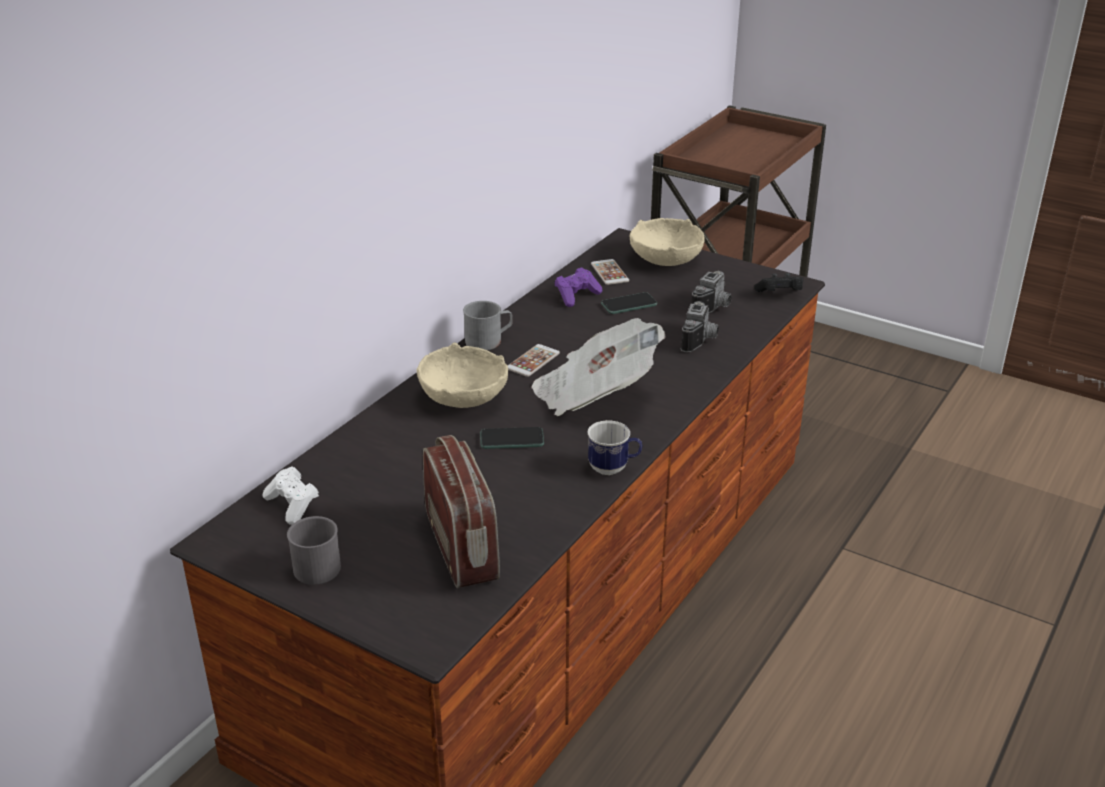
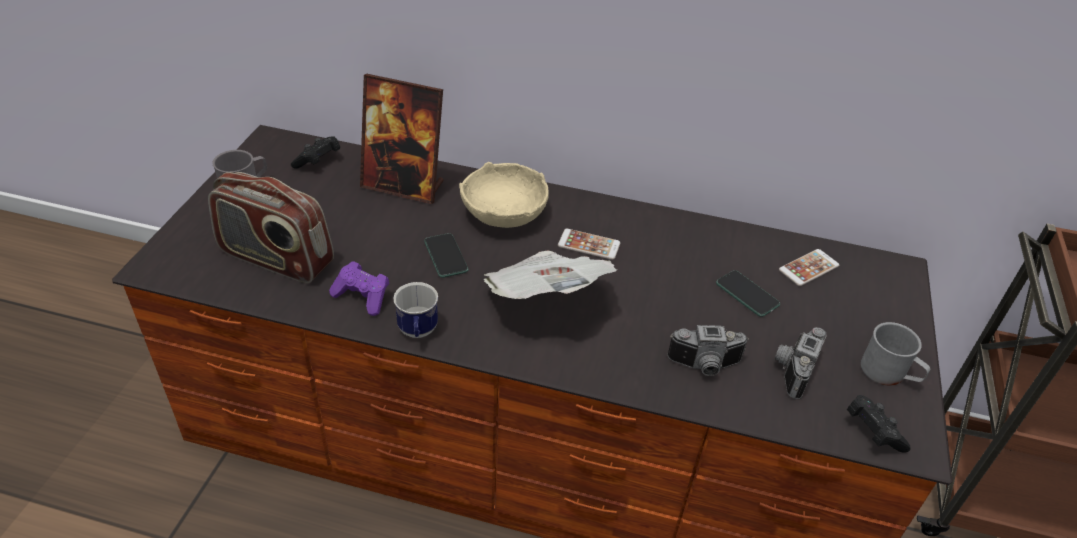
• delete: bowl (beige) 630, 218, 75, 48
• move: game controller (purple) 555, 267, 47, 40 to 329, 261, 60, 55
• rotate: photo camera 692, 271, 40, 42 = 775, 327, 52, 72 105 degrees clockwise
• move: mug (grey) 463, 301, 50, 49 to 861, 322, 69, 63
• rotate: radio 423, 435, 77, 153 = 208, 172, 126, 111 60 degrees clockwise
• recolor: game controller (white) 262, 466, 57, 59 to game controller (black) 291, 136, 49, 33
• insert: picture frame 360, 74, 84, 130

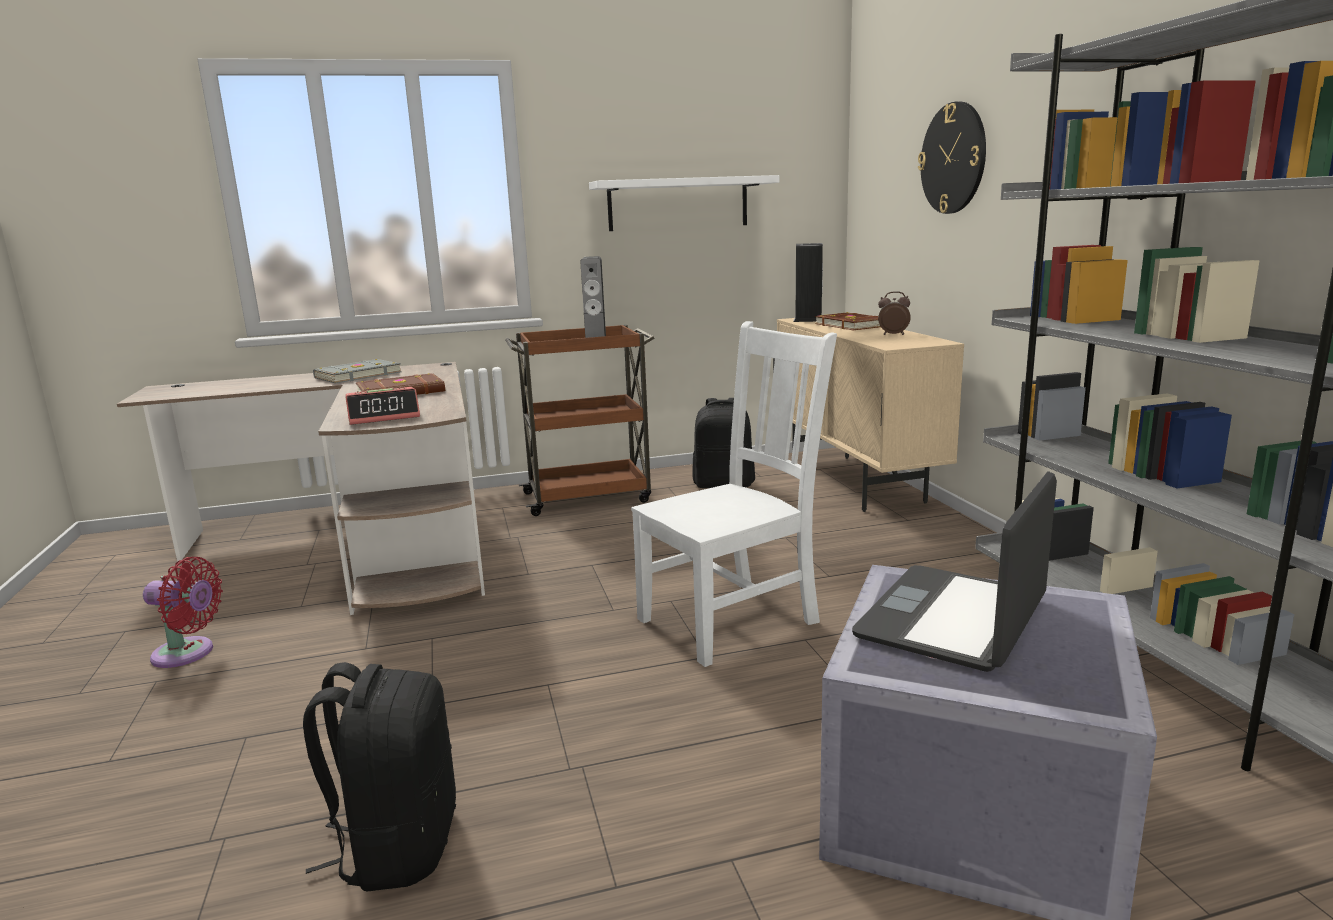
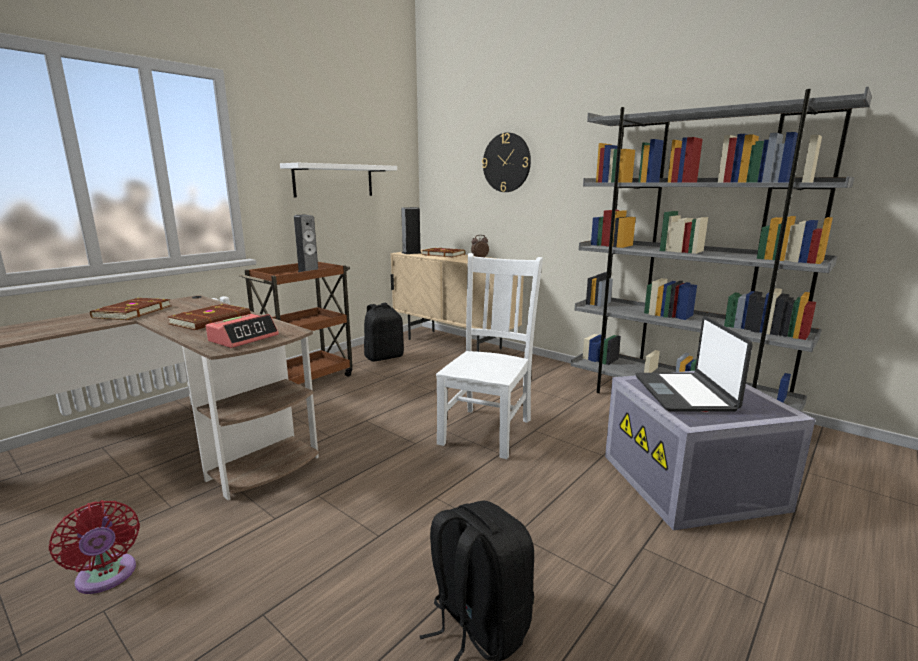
• recolor: book (grey) 313, 359, 89, 25 to book (brown) 90, 298, 81, 22
• rotate: fan (red) 143, 557, 80, 111 = 49, 500, 91, 94 75 degrees clockwise

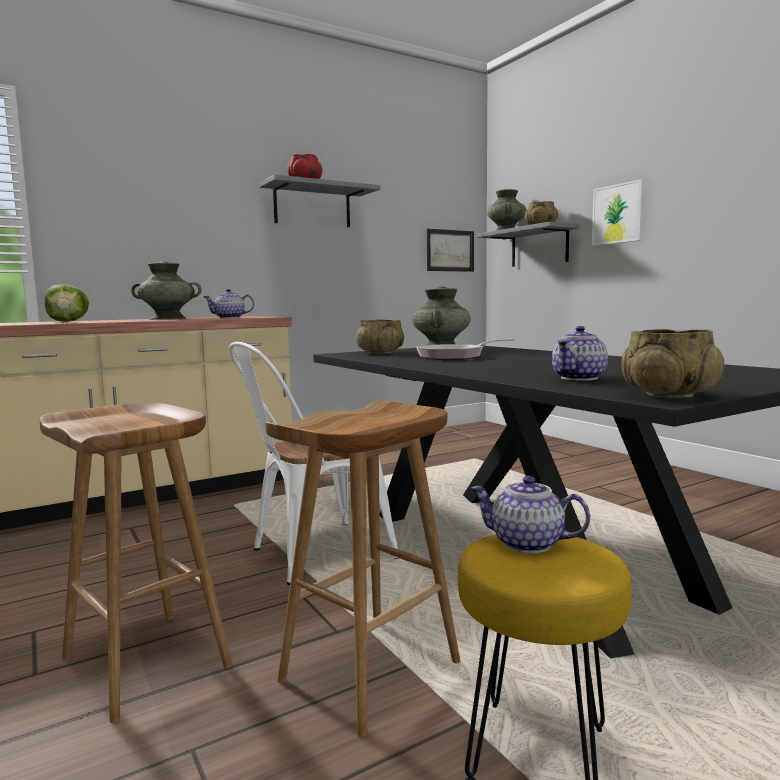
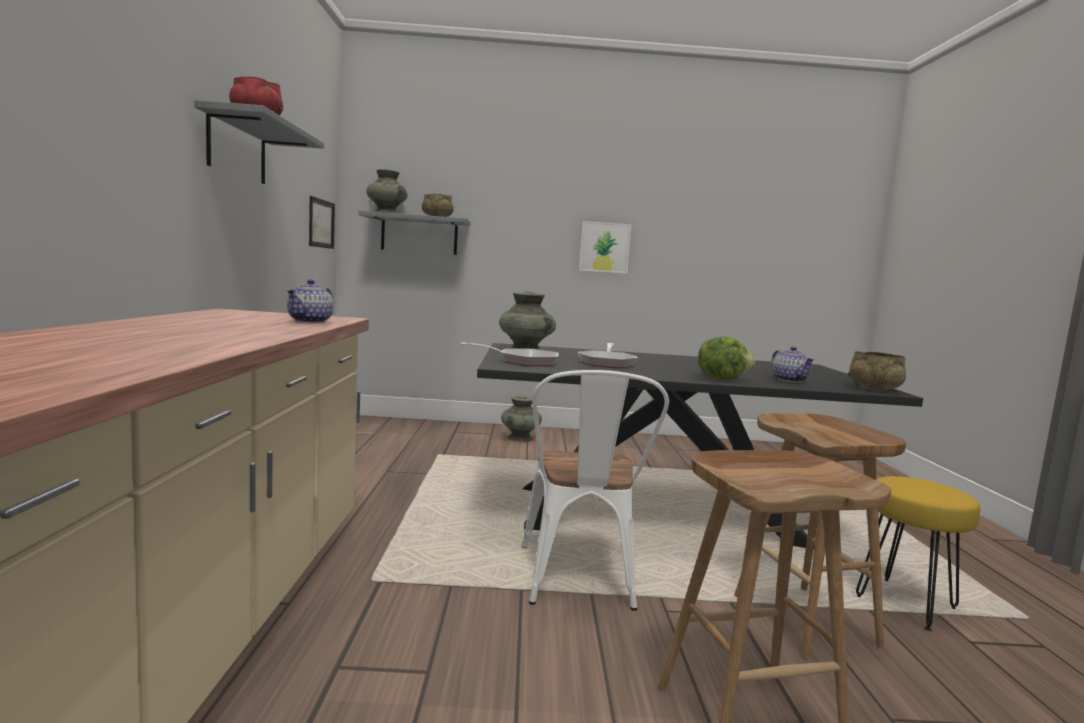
• move: picture 592, 179, 52, 67 to 579, 221, 53, 53
• move: vase (turquoise) 131, 261, 70, 58 to 501, 396, 41, 46
• move: lettuce 44, 284, 45, 38 to 698, 337, 57, 42
• replace: bowl (beige) 356, 319, 48, 35 to frying pan 461, 342, 98, 24
• delete: teapot 470, 476, 120, 77

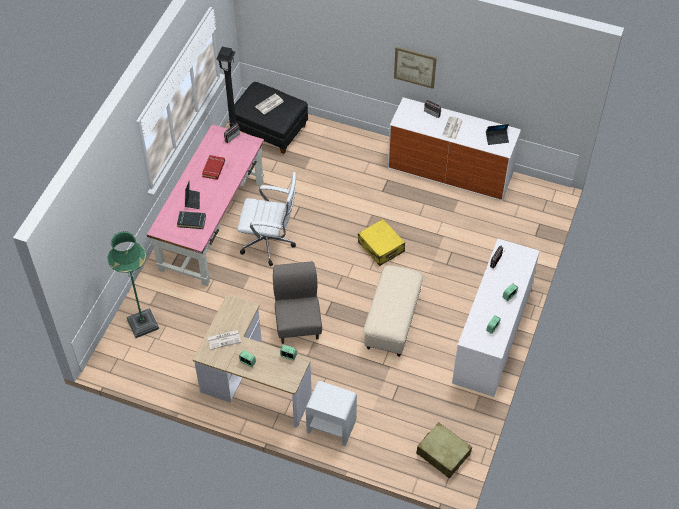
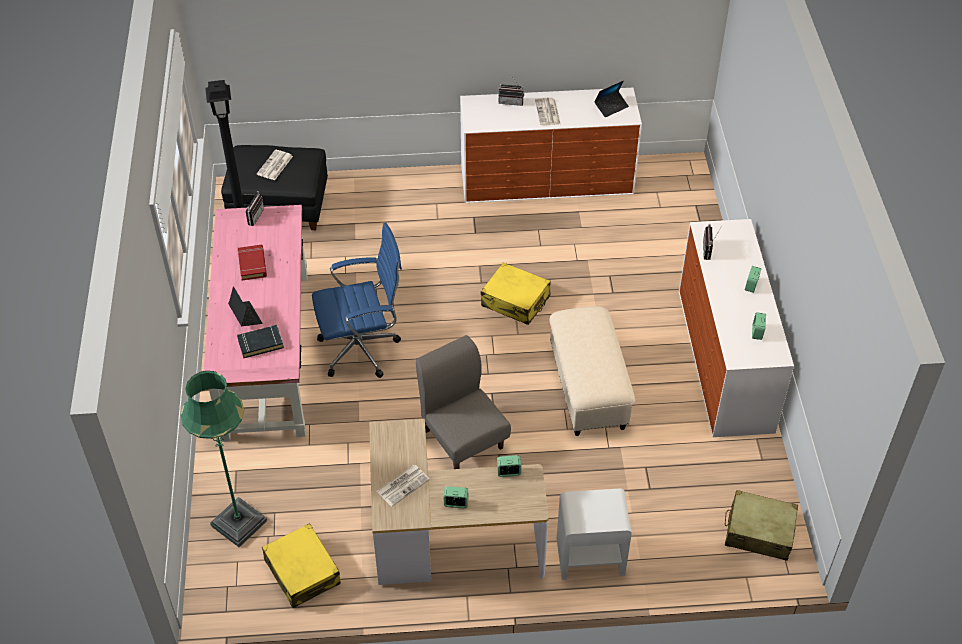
• delete: picture 394, 47, 43, 42
• recolor: office chair (white) 237, 172, 59, 94 to office chair (blue) 312, 222, 90, 156
• insert: suitcase (yellow) 262, 523, 79, 85

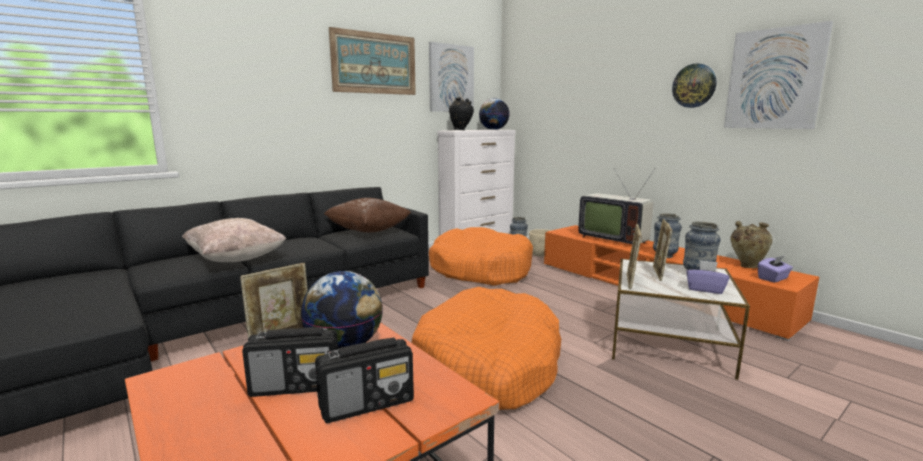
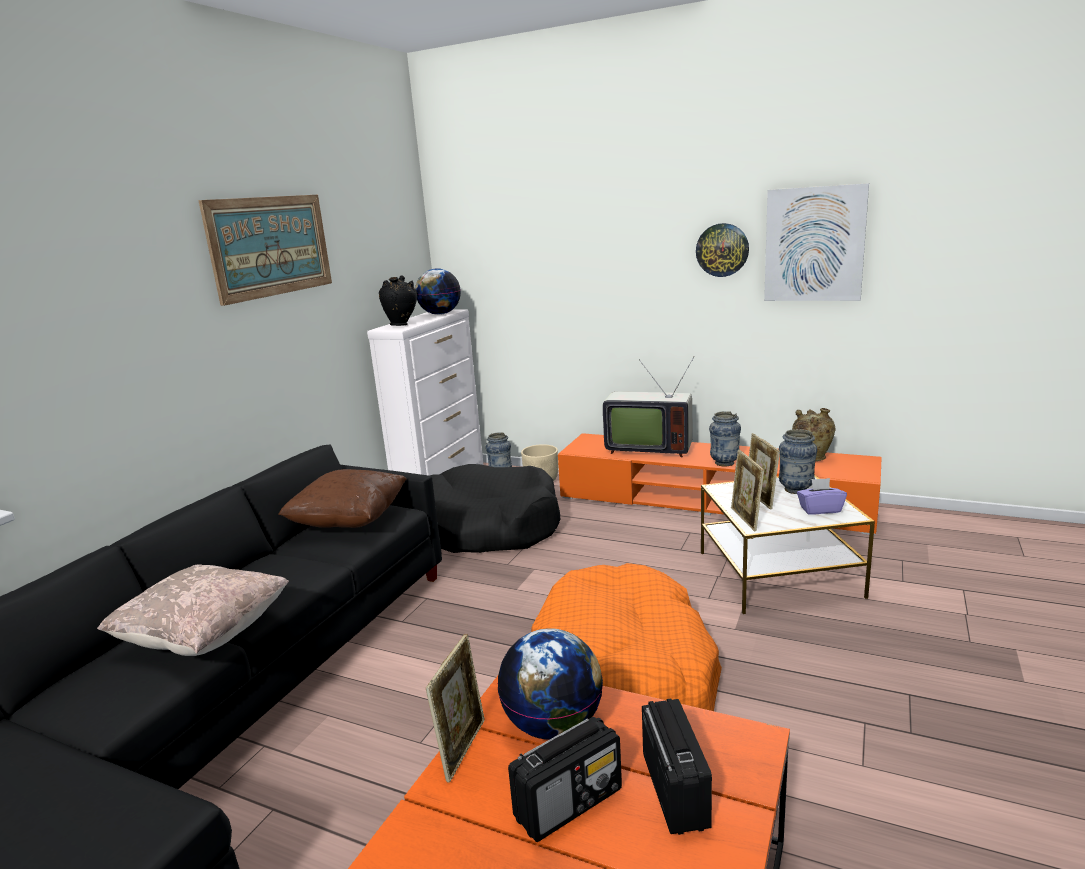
• delete: picture 429, 42, 45, 70
• recolor: dog bed (orange) 429, 227, 104, 59 to dog bed (black) 430, 464, 130, 89
• delete: tissue box (purple) 758, 255, 35, 28
• rotate: radio 315, 338, 99, 85 = 642, 699, 70, 136 45 degrees counterclockwise

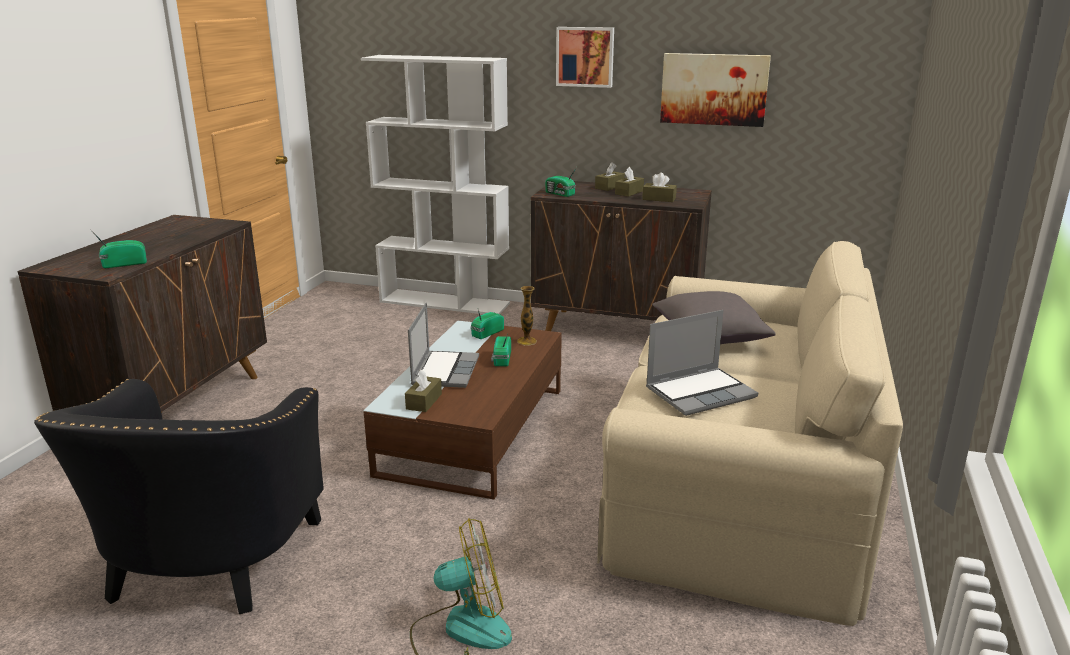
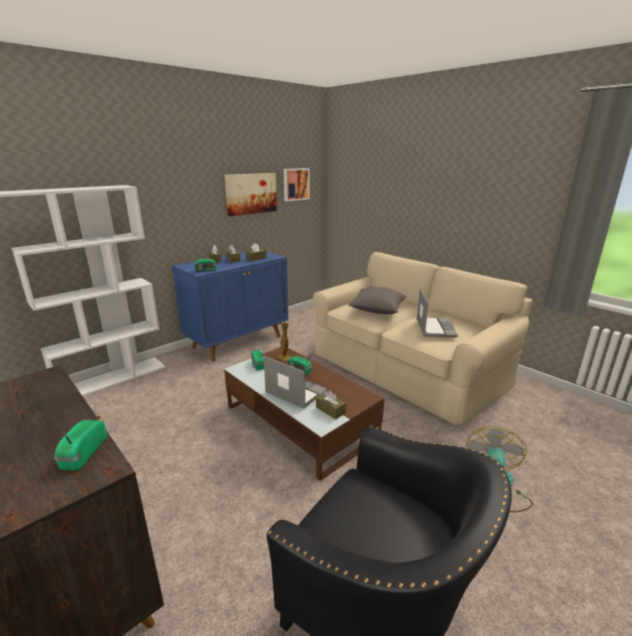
• move: picture 556, 27, 58, 61 to 284, 168, 26, 33
• recolor: cabinet (brown) 531, 181, 181, 150 to cabinet (blue) 172, 252, 116, 110

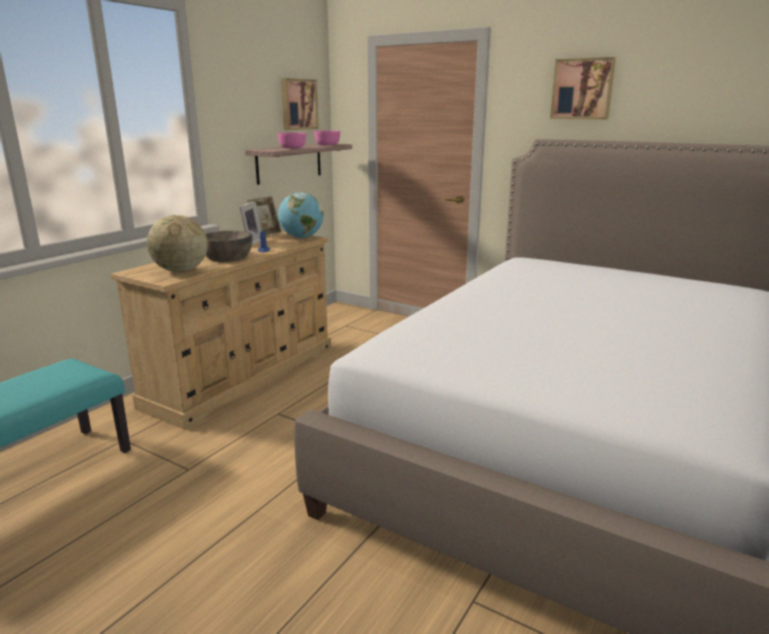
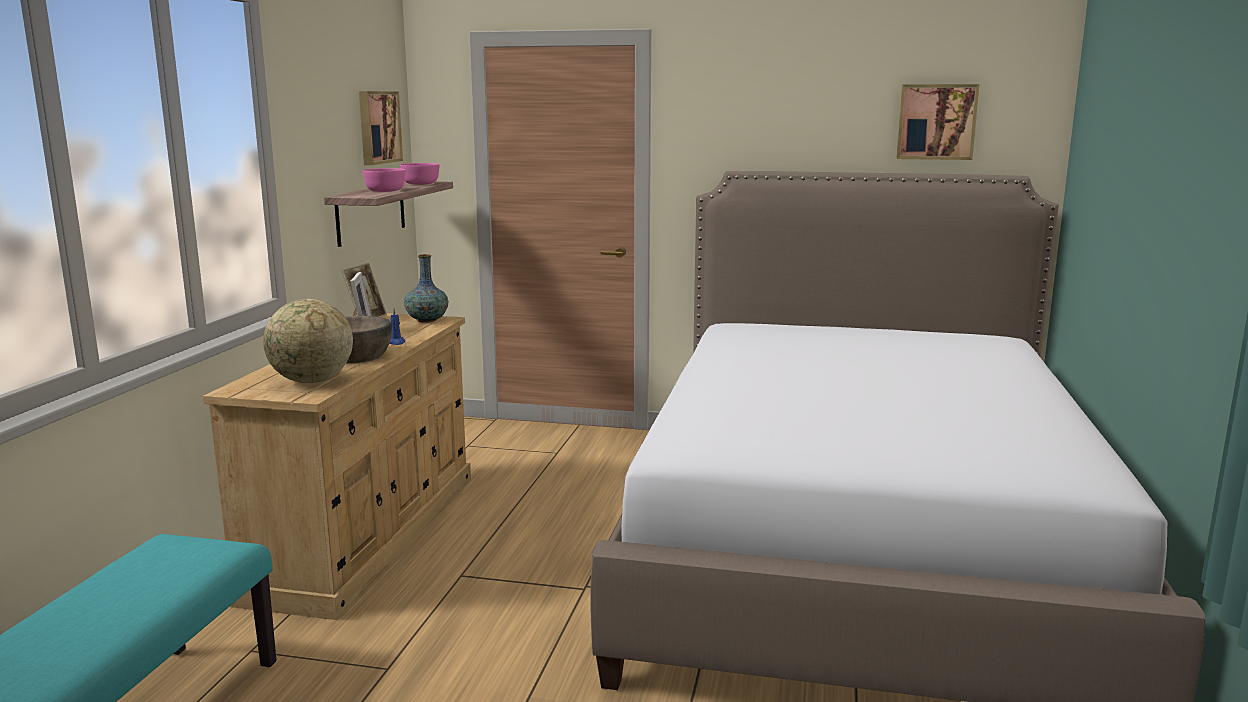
• move: picture 550, 57, 66, 63 to 896, 84, 83, 76
• replace: globe 278, 192, 45, 46 to vase 404, 254, 44, 69

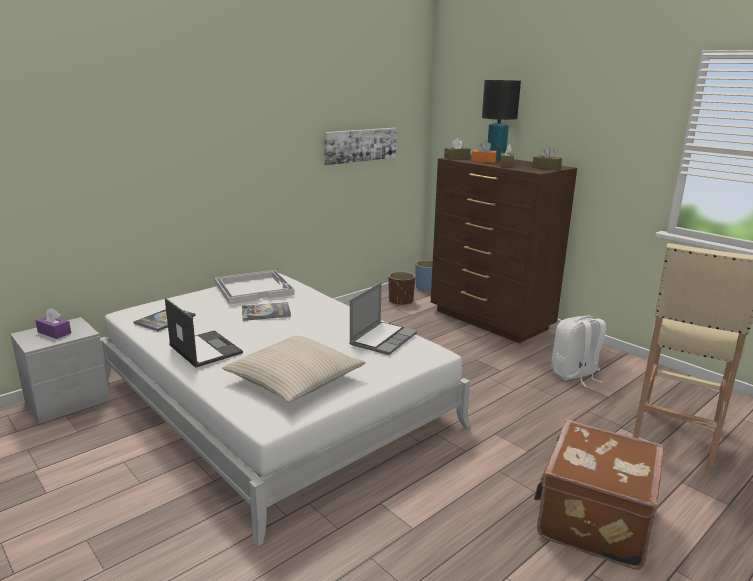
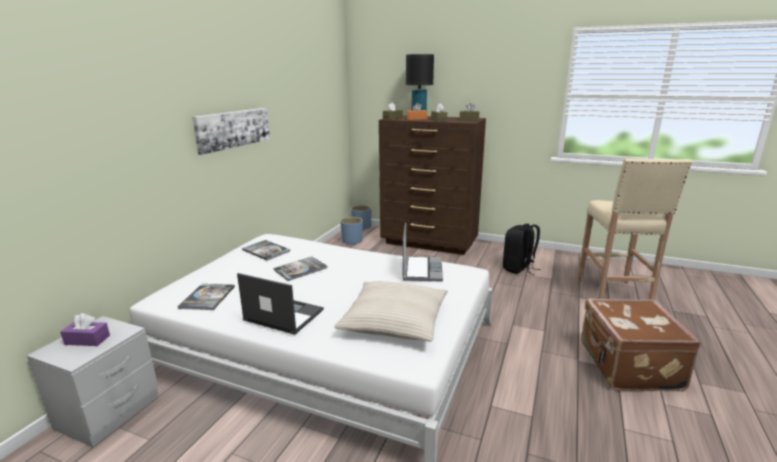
• move: picture 324, 128, 73, 37 to 192, 108, 78, 47
• replace: tray (white) 215, 270, 80, 34 to book 242, 240, 48, 20
• recolor: planter (brown) 388, 272, 27, 34 to planter (blue) 340, 217, 23, 28
• recolor: backpack (white) 551, 316, 55, 71 to backpack (black) 503, 224, 38, 51

